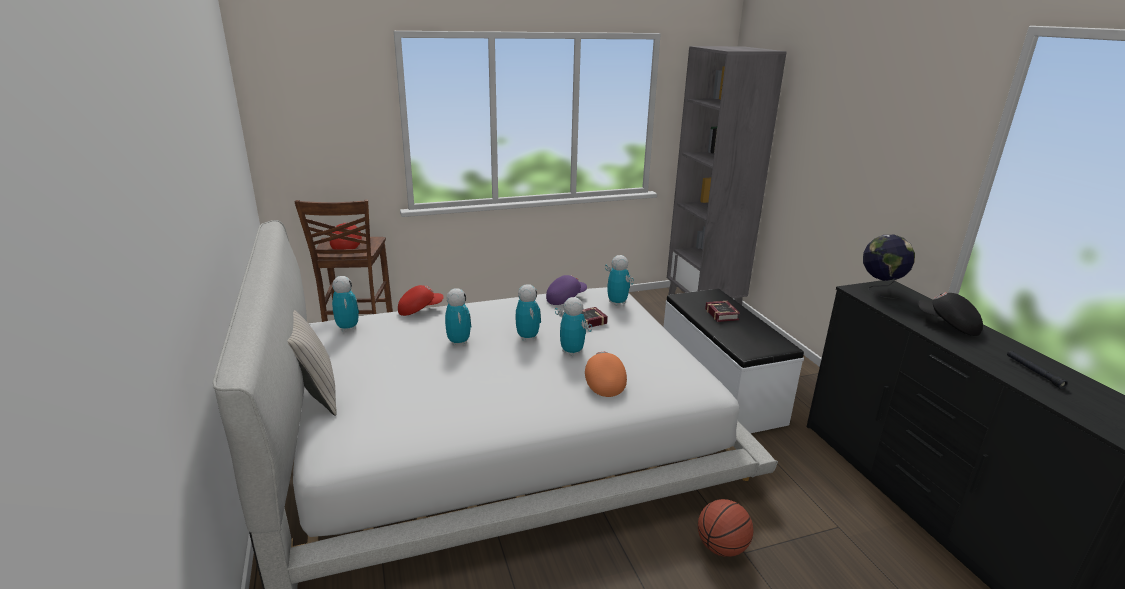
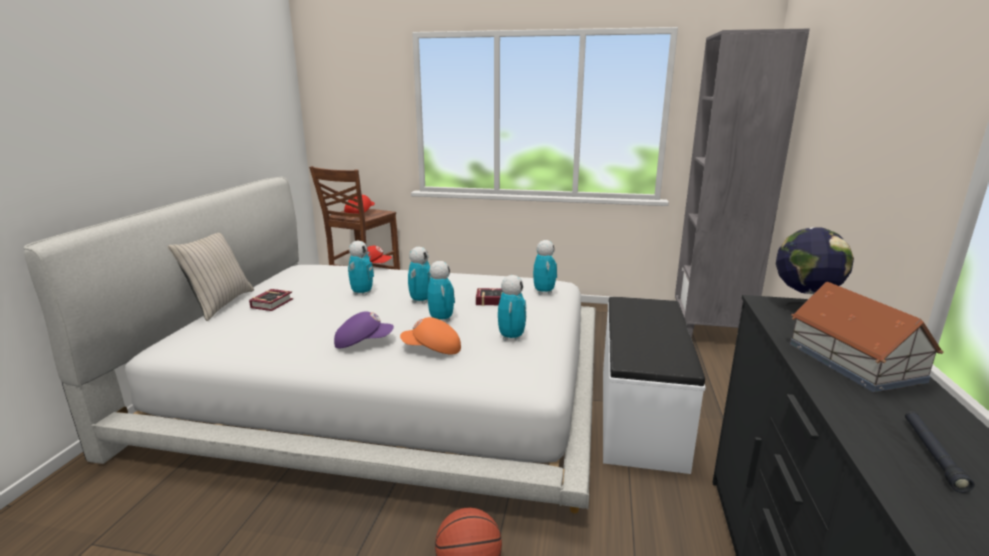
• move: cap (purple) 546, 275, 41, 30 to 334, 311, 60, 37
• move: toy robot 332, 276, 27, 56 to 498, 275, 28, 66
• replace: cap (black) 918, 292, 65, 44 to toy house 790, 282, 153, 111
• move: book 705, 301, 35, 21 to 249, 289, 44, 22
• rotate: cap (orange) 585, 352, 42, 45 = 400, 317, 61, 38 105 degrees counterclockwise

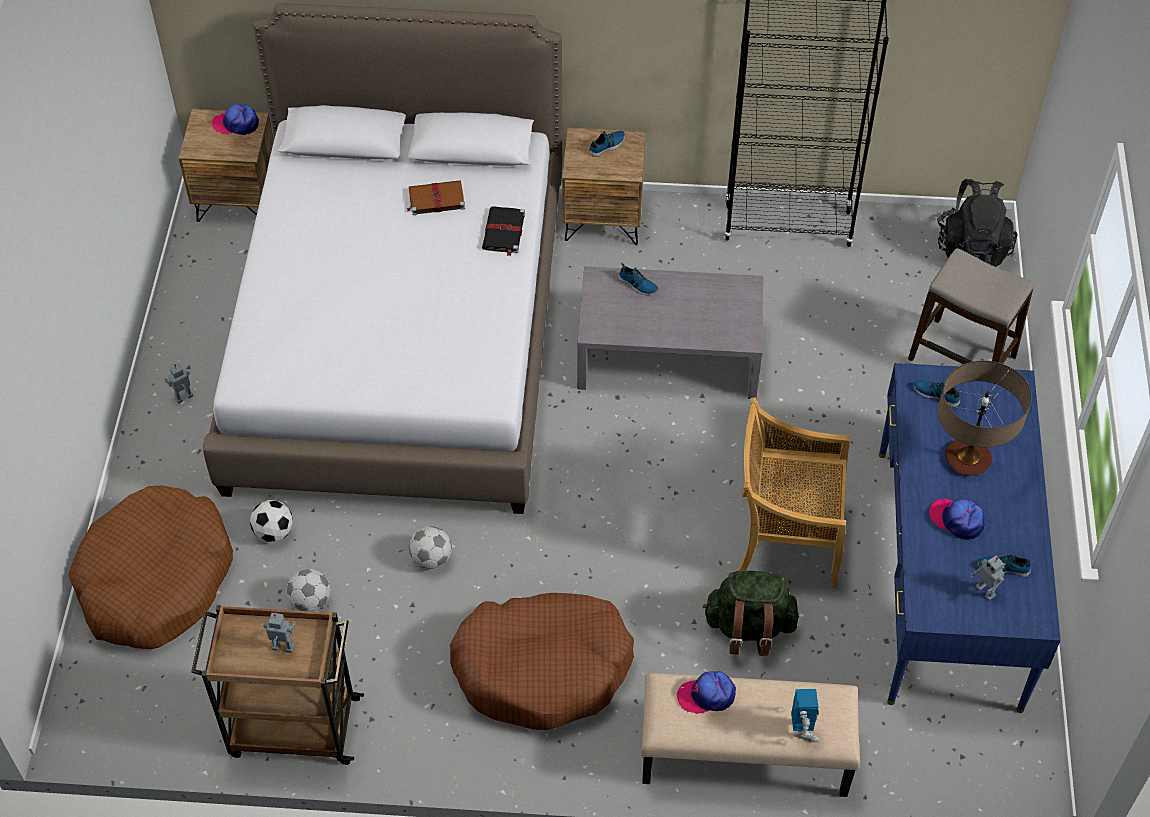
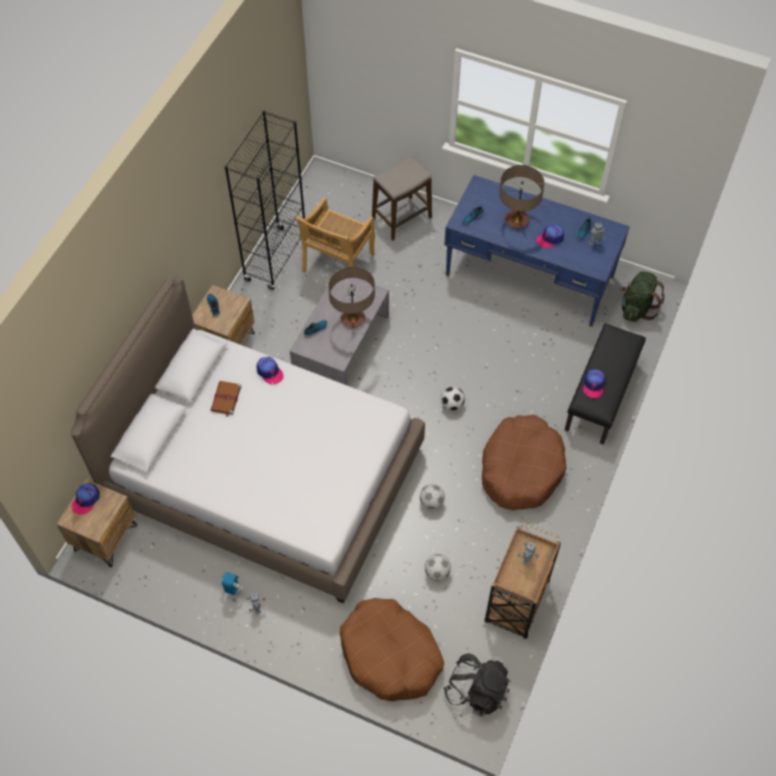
• move: backpack (black) 937, 179, 81, 88 to 444, 653, 66, 64
• replace: book (black) 482, 206, 43, 50 to cap 257, 357, 27, 28
• move: chair (beige) 737, 397, 113, 192 to 296, 197, 79, 76
• move: football 250, 500, 43, 42 to 441, 387, 24, 24
• move: backpack (green) 703, 570, 96, 86 to 621, 271, 44, 51
• recolor: bench (beige) 641, 673, 219, 124 to bench (black) 565, 323, 81, 122
• move: toy robot 791, 689, 29, 53 to 220, 572, 25, 25
• insert: table lamp 329, 267, 46, 61

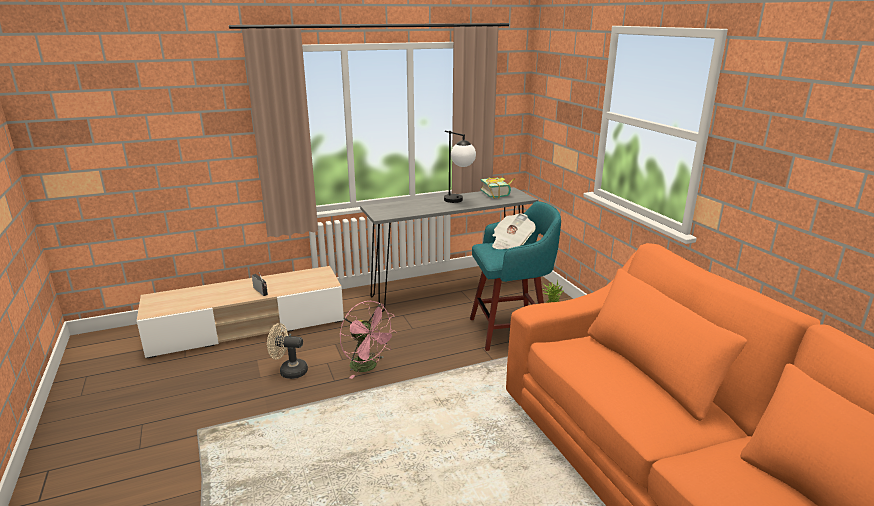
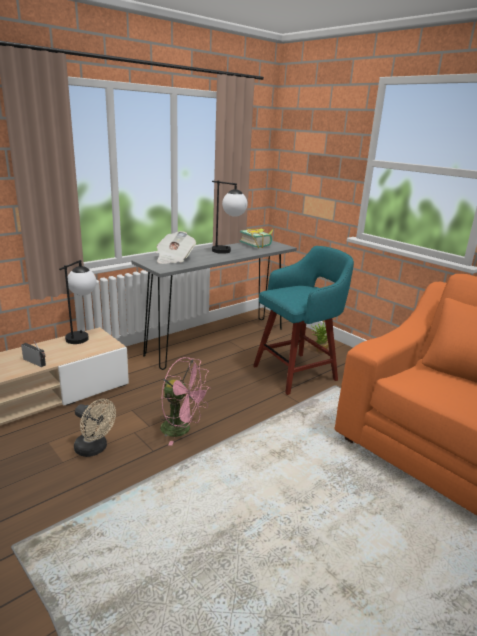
• move: newspaper 492, 213, 43, 36 to 156, 231, 40, 33
• rotate: fan (beige) 267, 323, 41, 56 = 74, 399, 42, 58 135 degrees counterclockwise
• insert: table lamp 59, 260, 37, 84

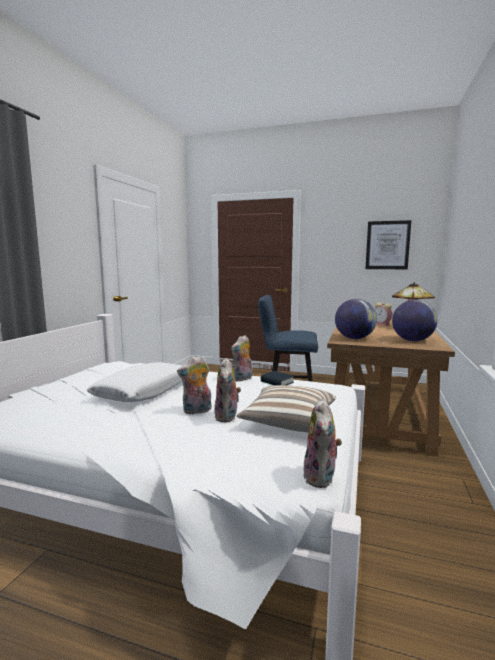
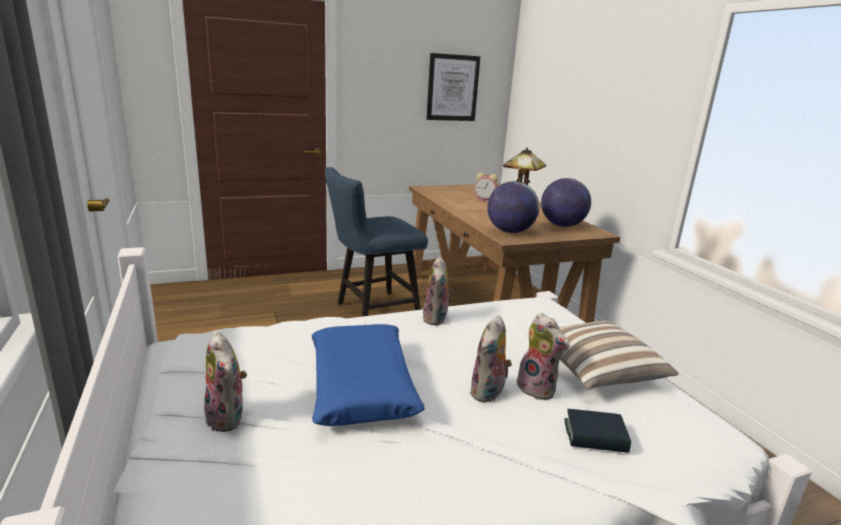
• recolor: pillow (white) 87, 362, 96, 40 to pillow (blue) 312, 324, 113, 102
• move: book 261, 371, 33, 14 to 564, 409, 67, 44
• move: plush toy 304, 398, 38, 90 to 204, 332, 43, 100

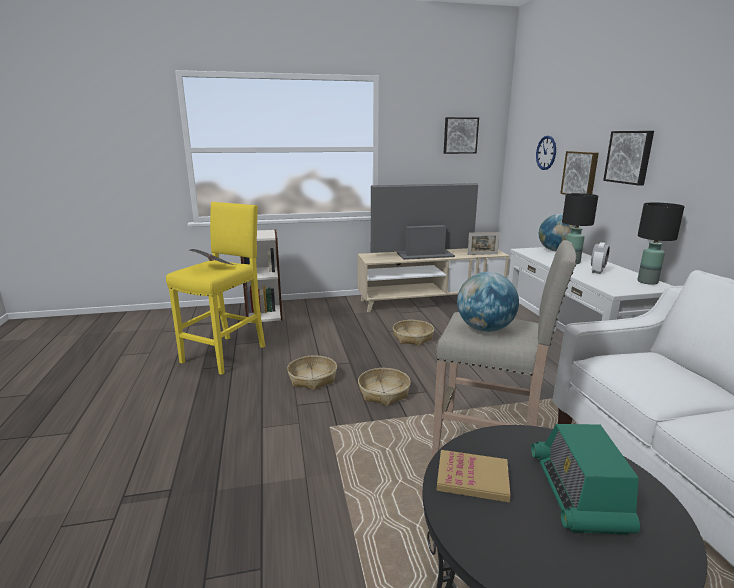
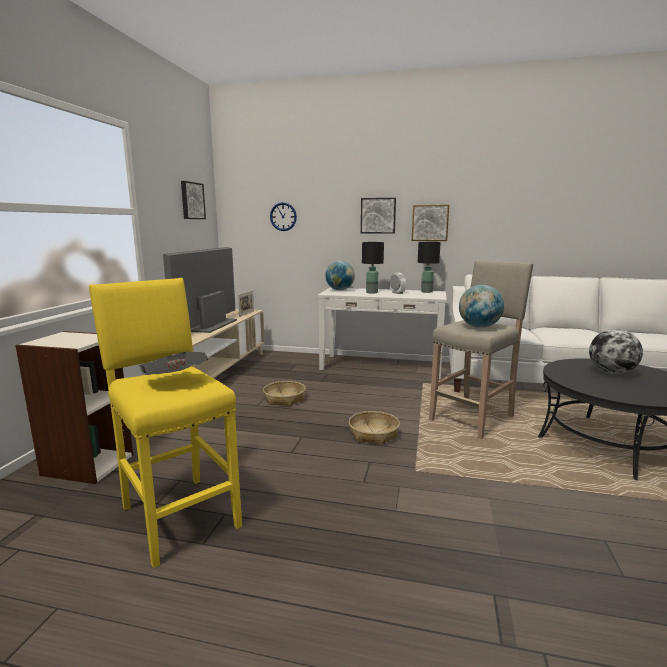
• move: picture 560, 151, 39, 44 to 412, 205, 37, 36
• delete: basket 287, 355, 50, 35
• replace: radio 531, 424, 109, 111 to globe 589, 329, 54, 45
• delete: book 437, 450, 73, 52

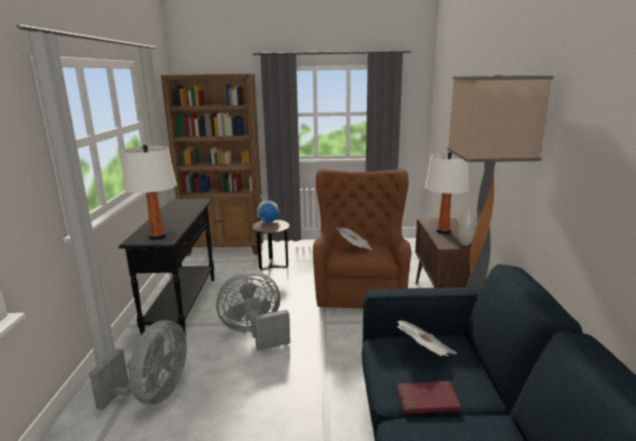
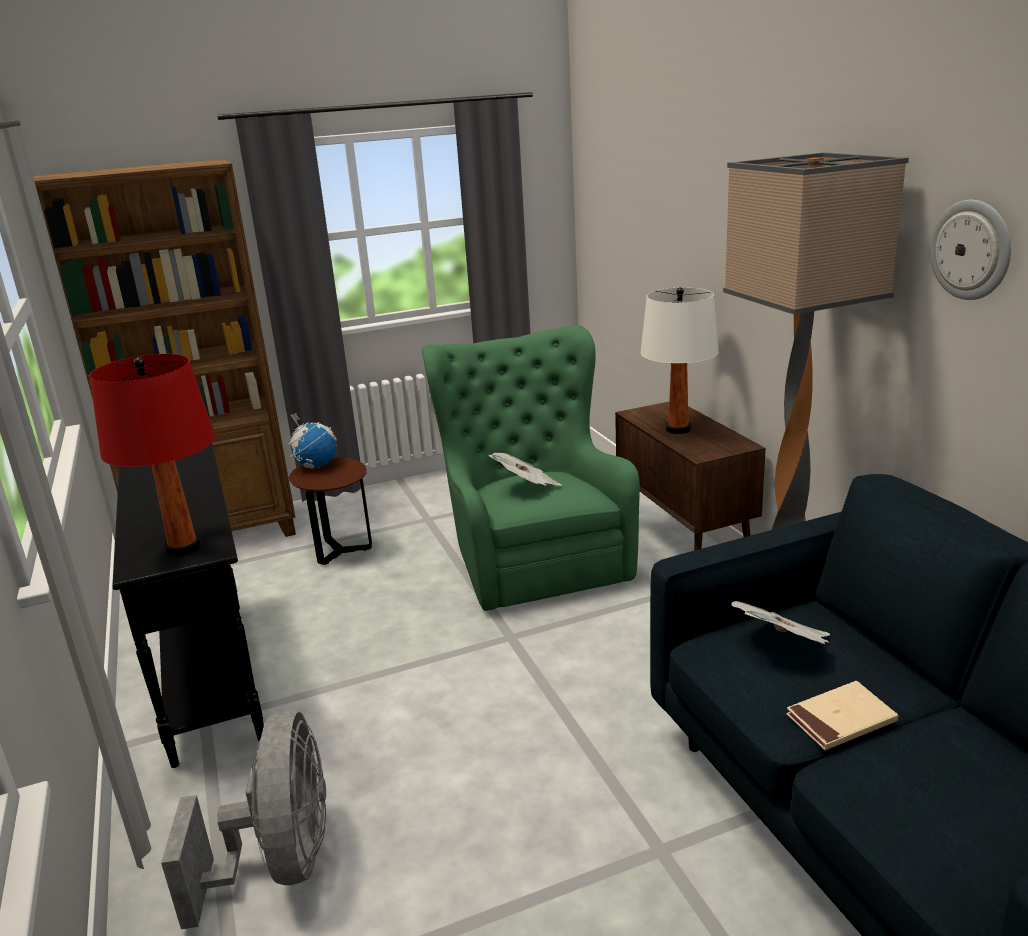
• recolor: table lamp (white) 122, 144, 55, 96 to table lamp (red) 89, 354, 126, 202
• recolor: armchair (brown) 313, 169, 98, 140 to armchair (green) 422, 325, 218, 286
• delete: vase (white) 458, 209, 18, 37
• delete: fan (grey) 216, 271, 74, 80
• recolor: book (red) 397, 381, 64, 33 to book (beige) 786, 681, 112, 70
• insert: wall clock 930, 200, 81, 100

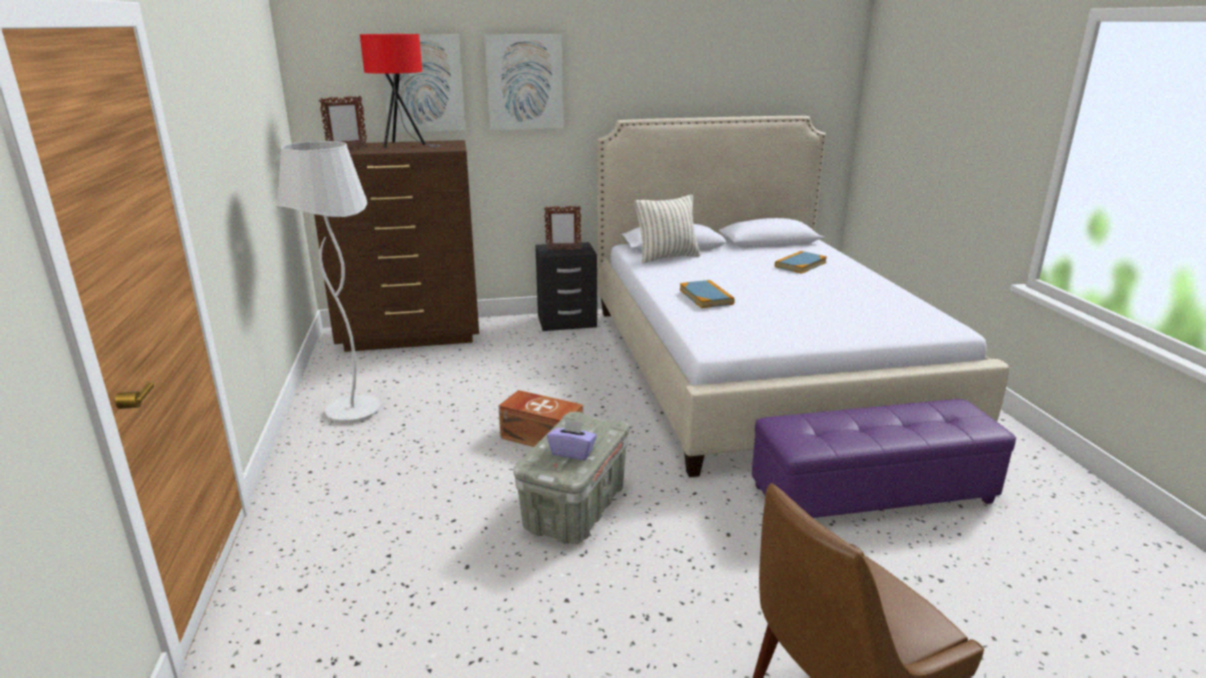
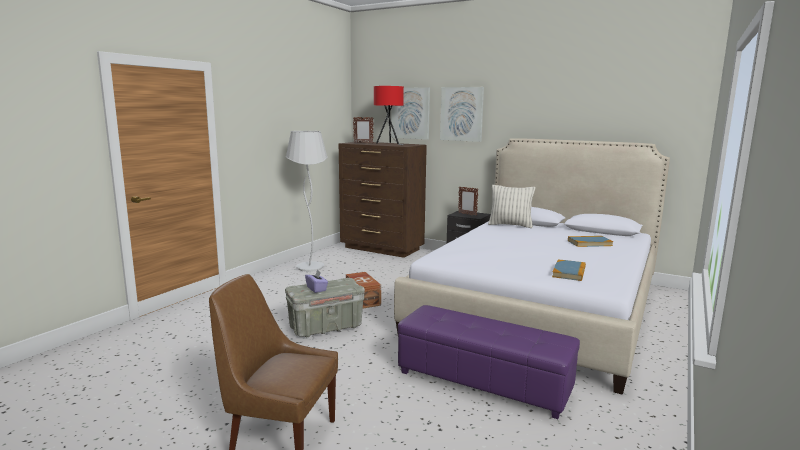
• move: book 679, 280, 56, 28 to 552, 260, 34, 21

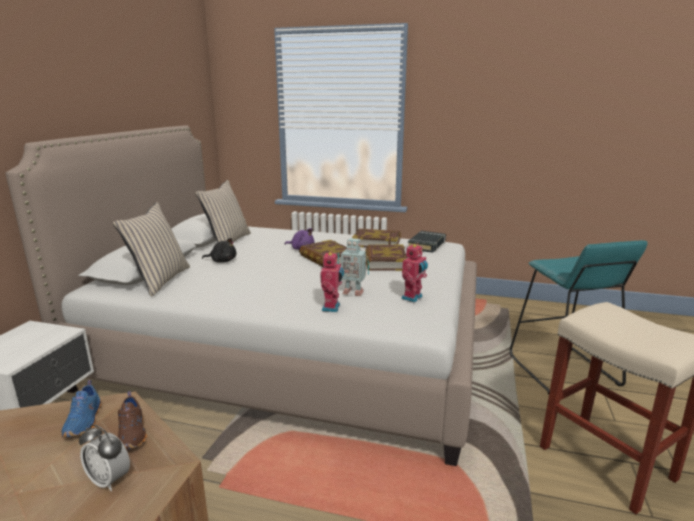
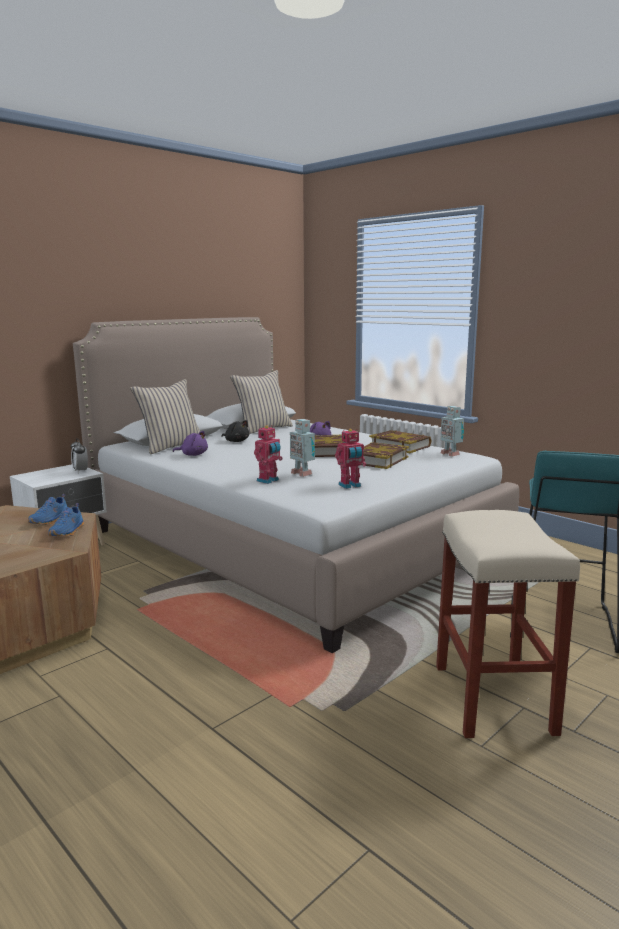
• replace: book (black) 408, 231, 38, 22 to toy robot 441, 406, 23, 51
• recolor: shoe (brown) 118, 391, 29, 59 to shoe (blue) 48, 503, 36, 33
• move: alarm clock 79, 424, 51, 67 to 71, 438, 17, 35
• insert: plush toy (purple) 173, 431, 35, 25

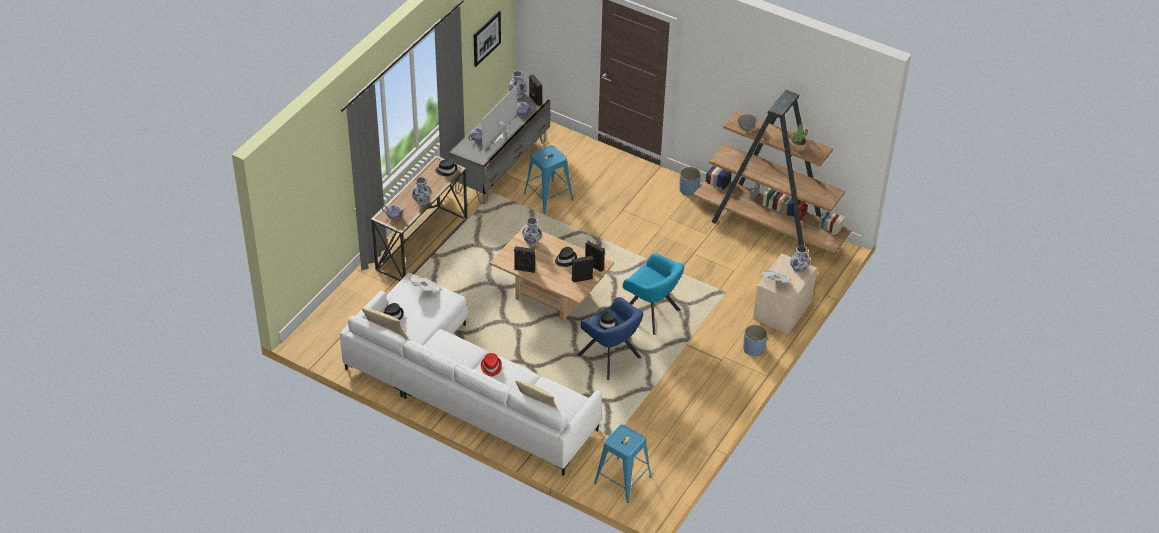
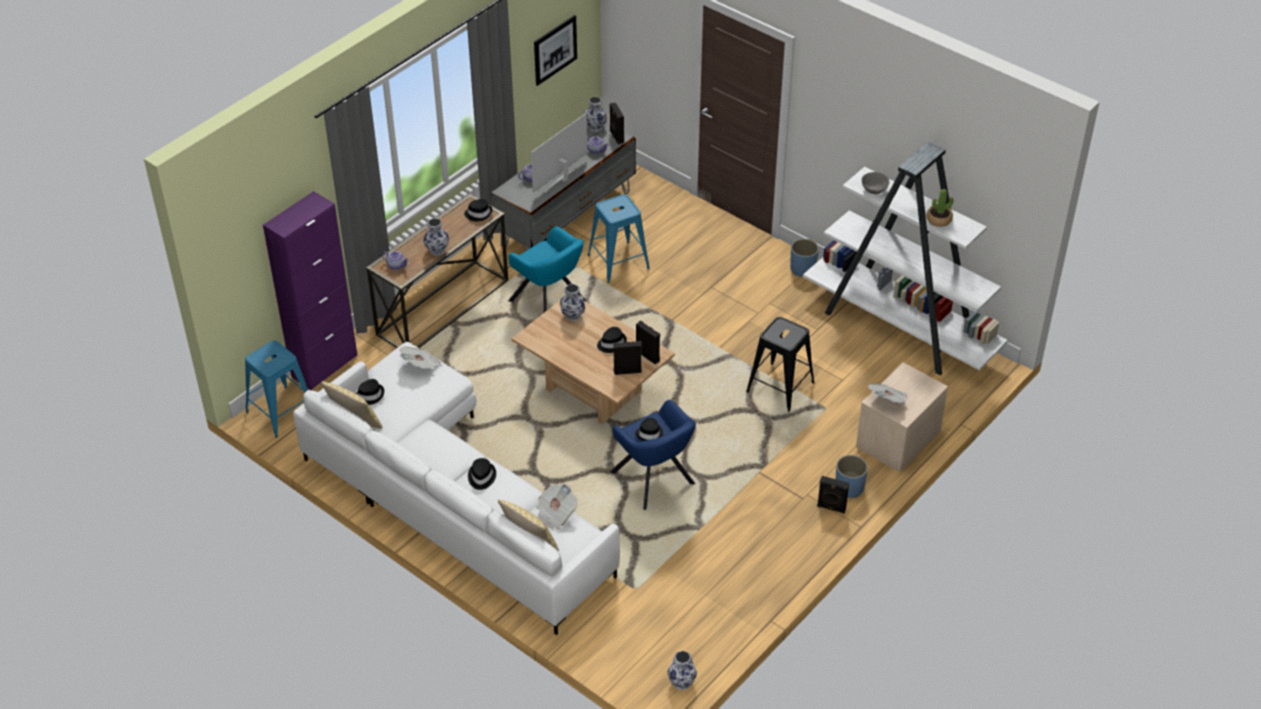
• recolor: bookcase (brown) 693, 90, 158, 164 to bookcase (white) 803, 142, 205, 234
• move: speaker (black) 514, 246, 21, 27 to 817, 476, 32, 38
• move: vase 790, 246, 20, 28 to 667, 651, 30, 39
• move: armchair (turquoise) 623, 253, 61, 82 to 508, 227, 79, 85
• recolor: hat (red) 481, 353, 21, 23 to hat (black) 468, 458, 28, 32
• move: stool (blue) 594, 425, 58, 78 to 245, 340, 63, 98
• insert: cabinet (purple) 263, 191, 95, 199
• insert: stool (black) 746, 317, 68, 95
• insert: newspaper 536, 484, 42, 46

